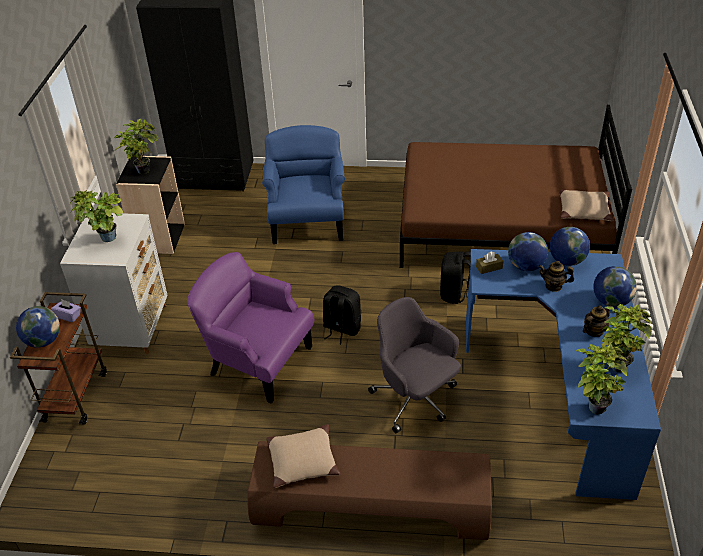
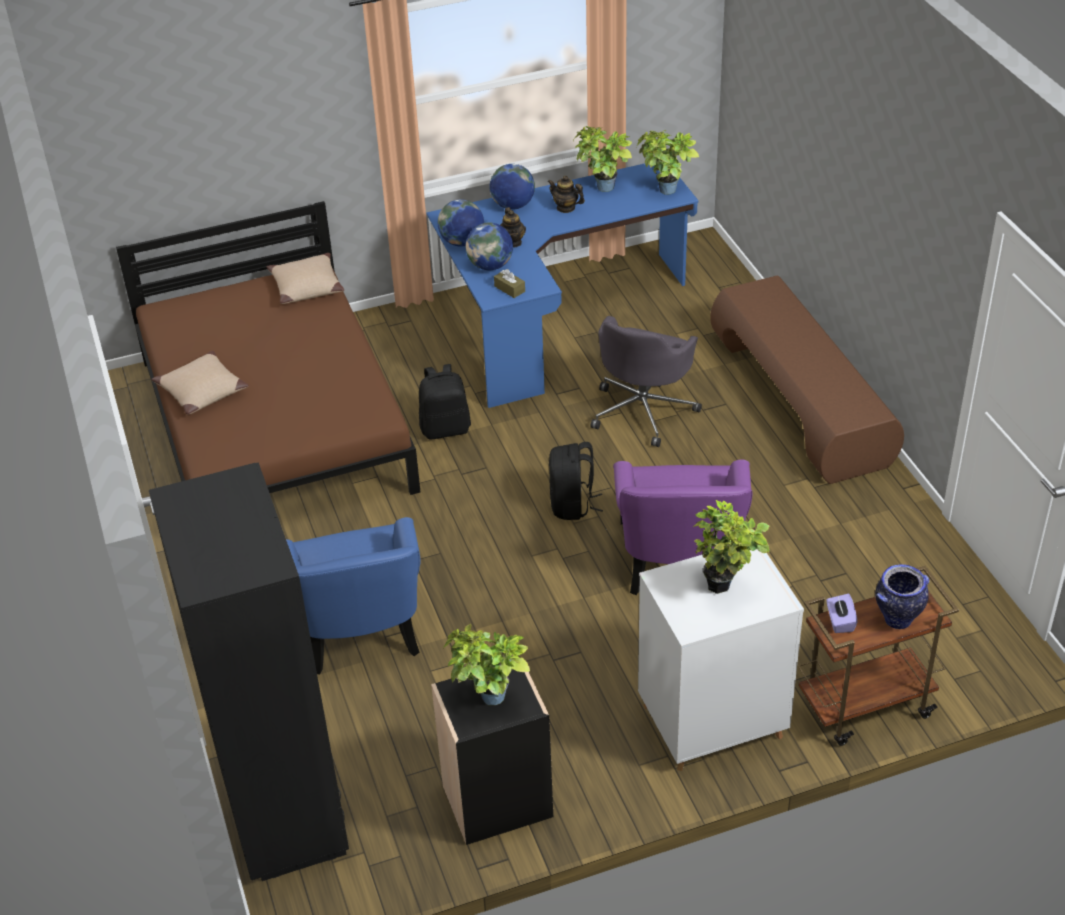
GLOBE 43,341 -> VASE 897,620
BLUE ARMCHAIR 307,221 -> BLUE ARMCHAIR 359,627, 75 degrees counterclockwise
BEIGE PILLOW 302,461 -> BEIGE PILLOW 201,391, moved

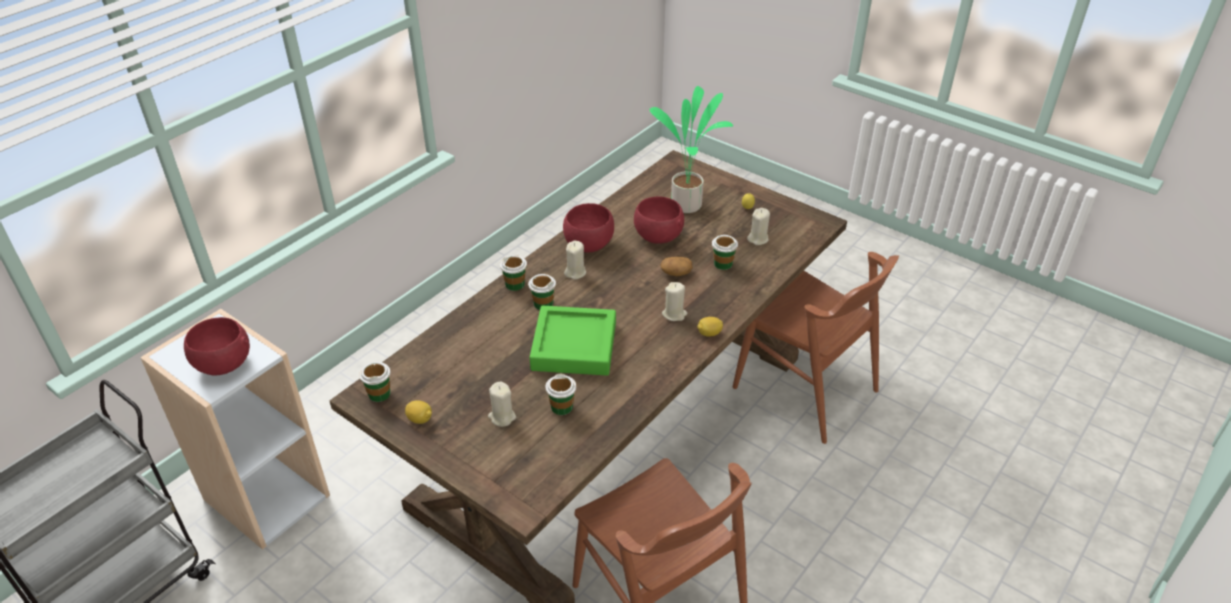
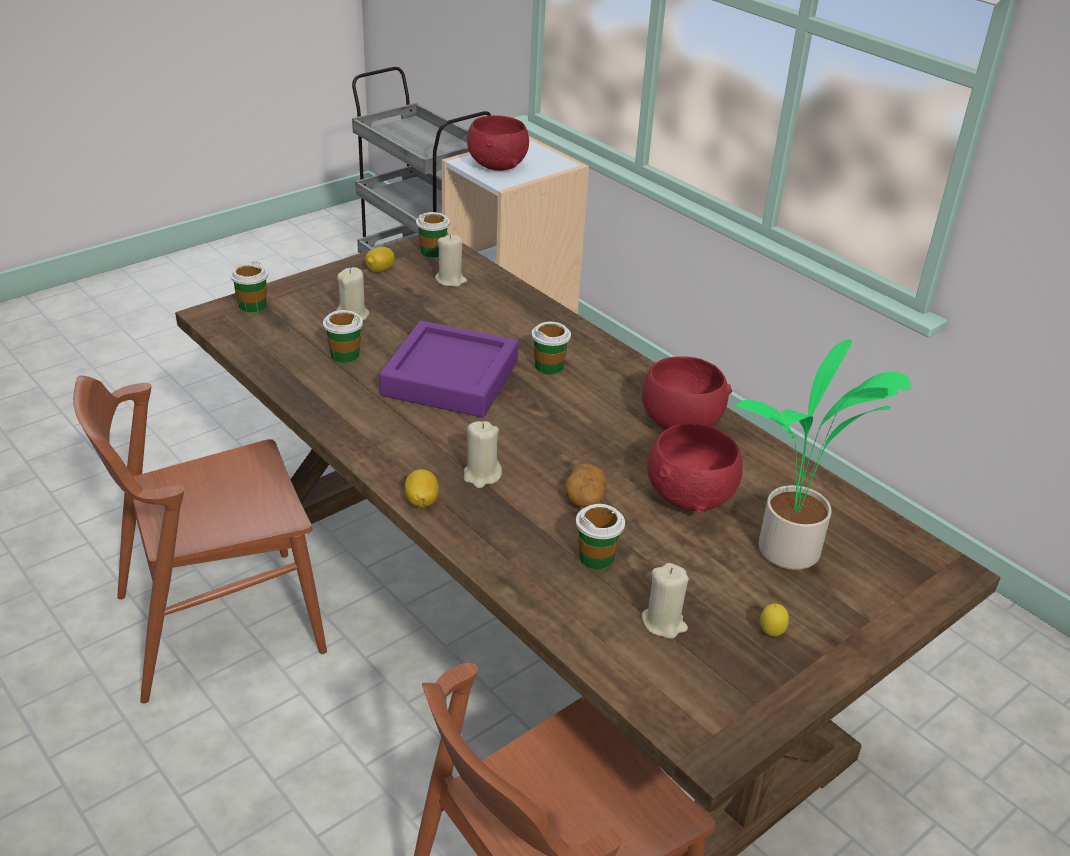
CUP 515,284 -> CUP 252,306, moved
GREEN TRAY 574,346 -> PURPLE TRAY 450,378
BEIGE CANDLE 575,272 -> BEIGE CANDLE 450,280, moved

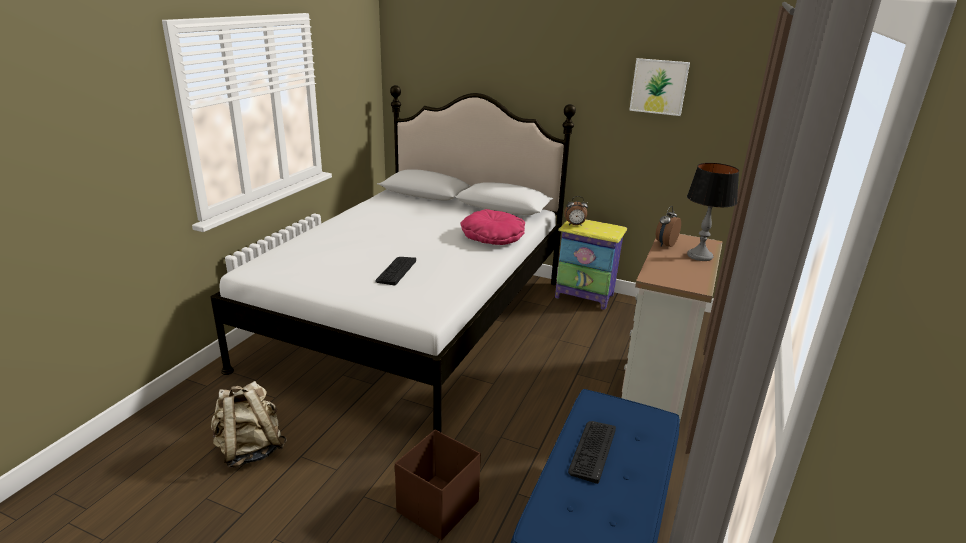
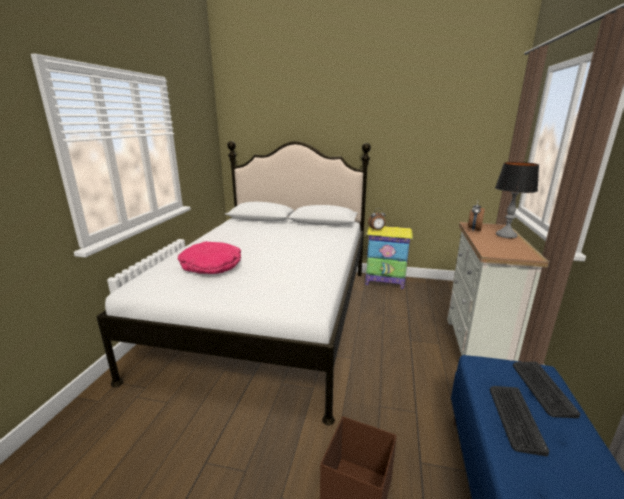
BEIGE BACKPACK 250,450 -> none
KEYBOARD 396,271 -> KEYBOARD 542,388, moved
PINK PILLOW 494,237 -> PINK PILLOW 212,266, moved
PICTURE 659,86 -> none

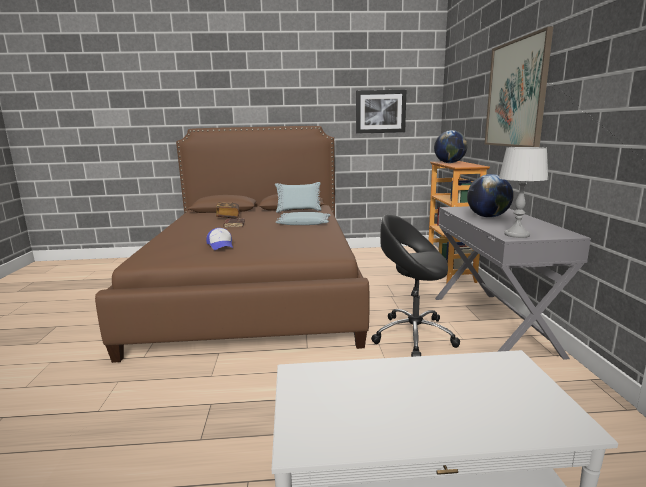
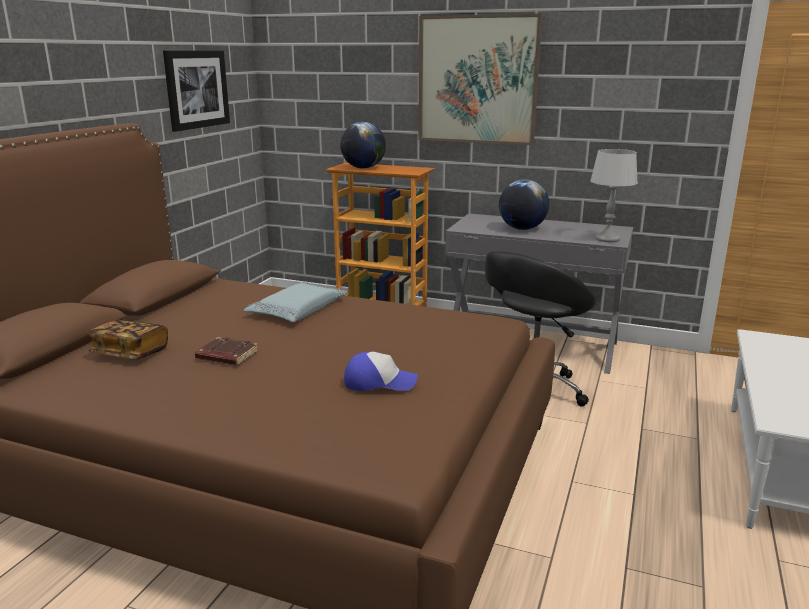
BLUE PILLOW 298,211 -> none

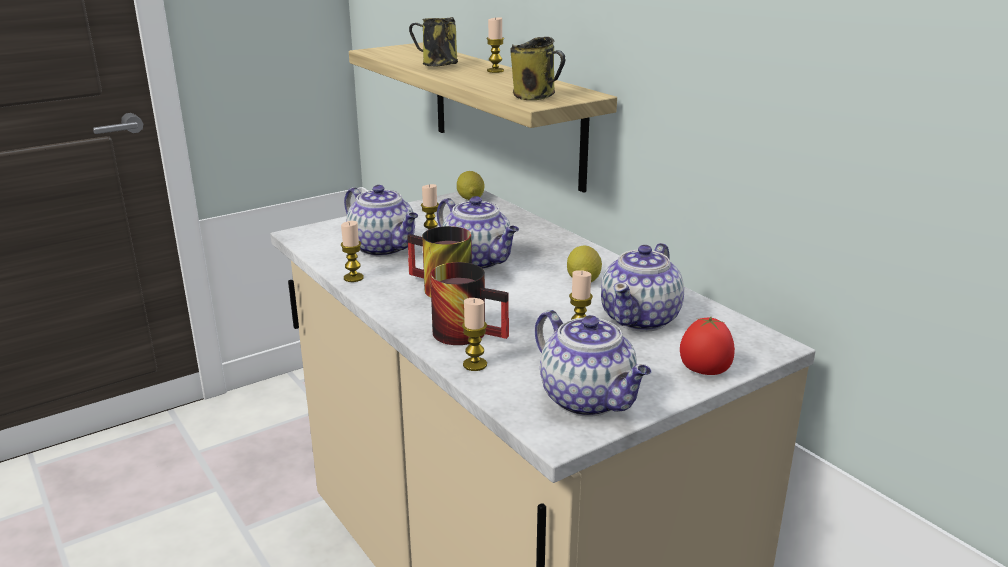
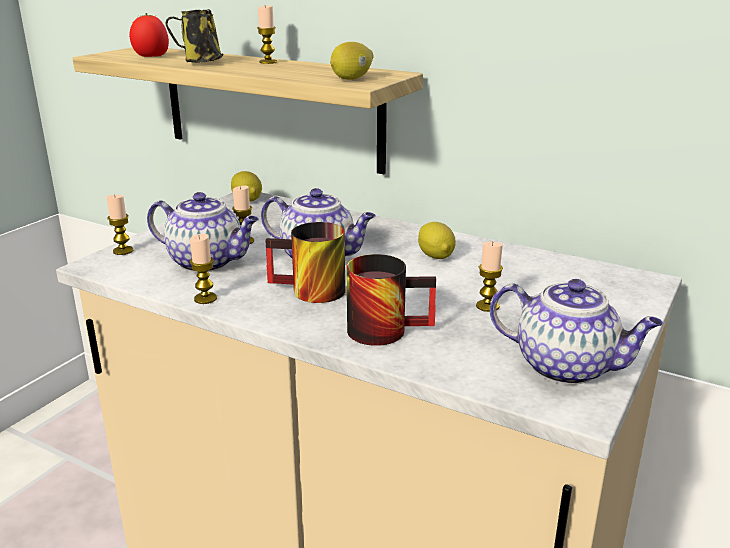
CANDLE 475,364 -> CANDLE 123,251, moved
MUG 536,97 -> LEMON 352,79
TEAPOT 641,319 -> none
TOMATO 704,372 -> TOMATO 151,57, moved

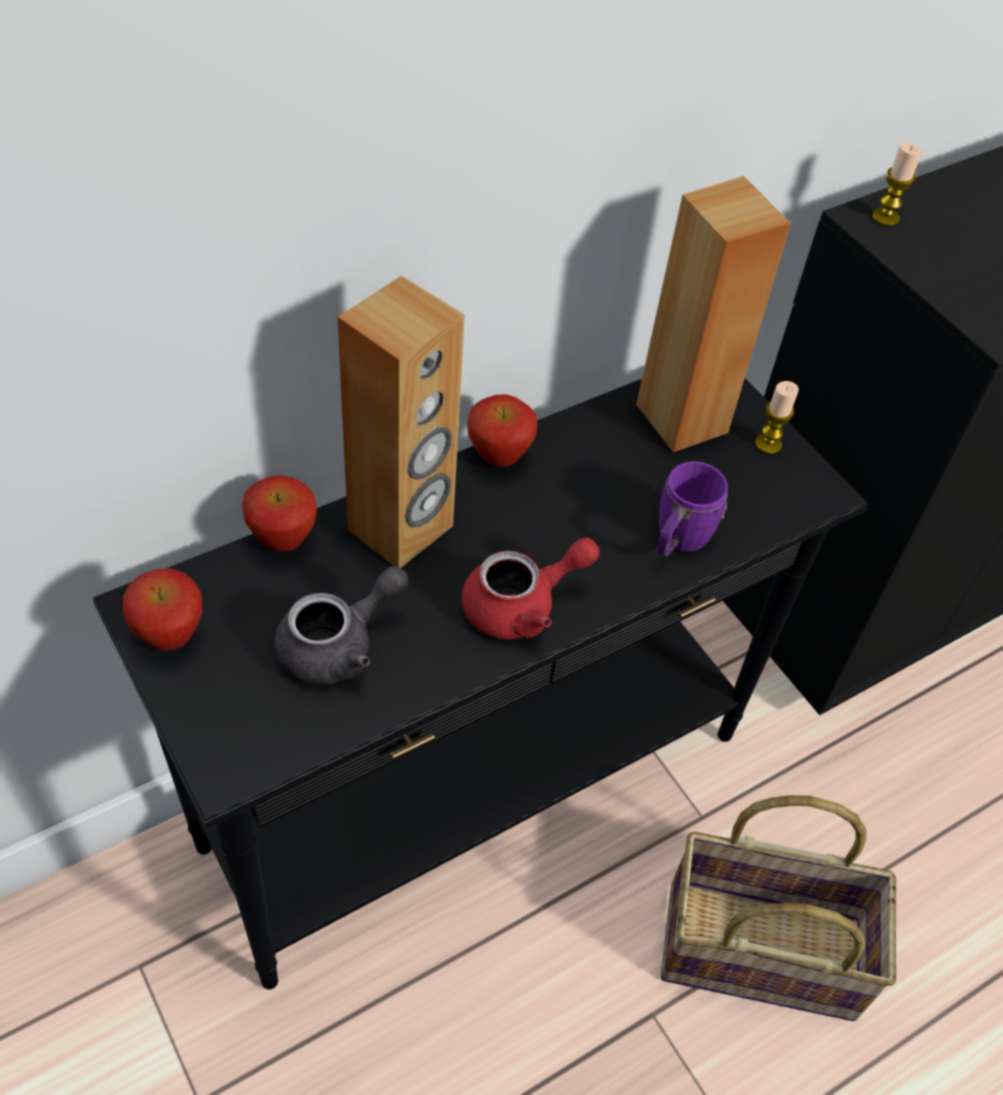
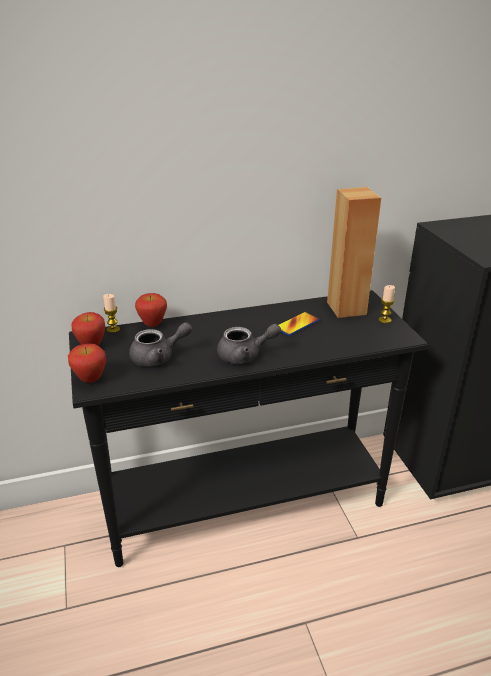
BROWN SPEAKER 401,528 -> none
RED TEAPOT 522,605 -> GREY TEAPOT 245,355
APPLE 499,458 -> APPLE 90,380, moved
PURPLE MUG 677,540 -> none
BASKET 762,947 -> none
CANDLE 885,217 -> CANDLE 113,329, moved
none -> PHONE 297,324

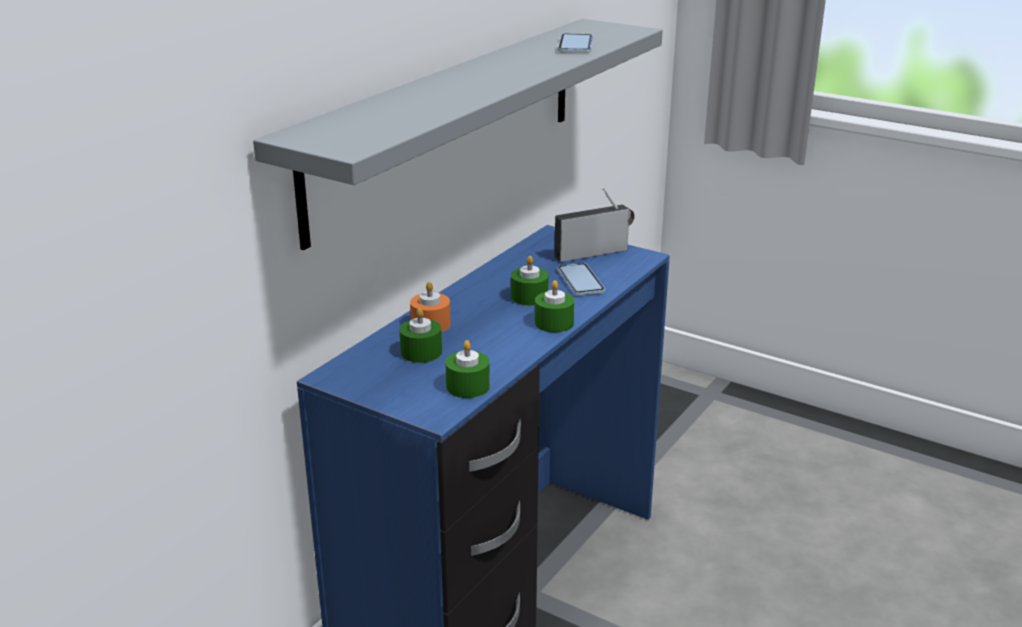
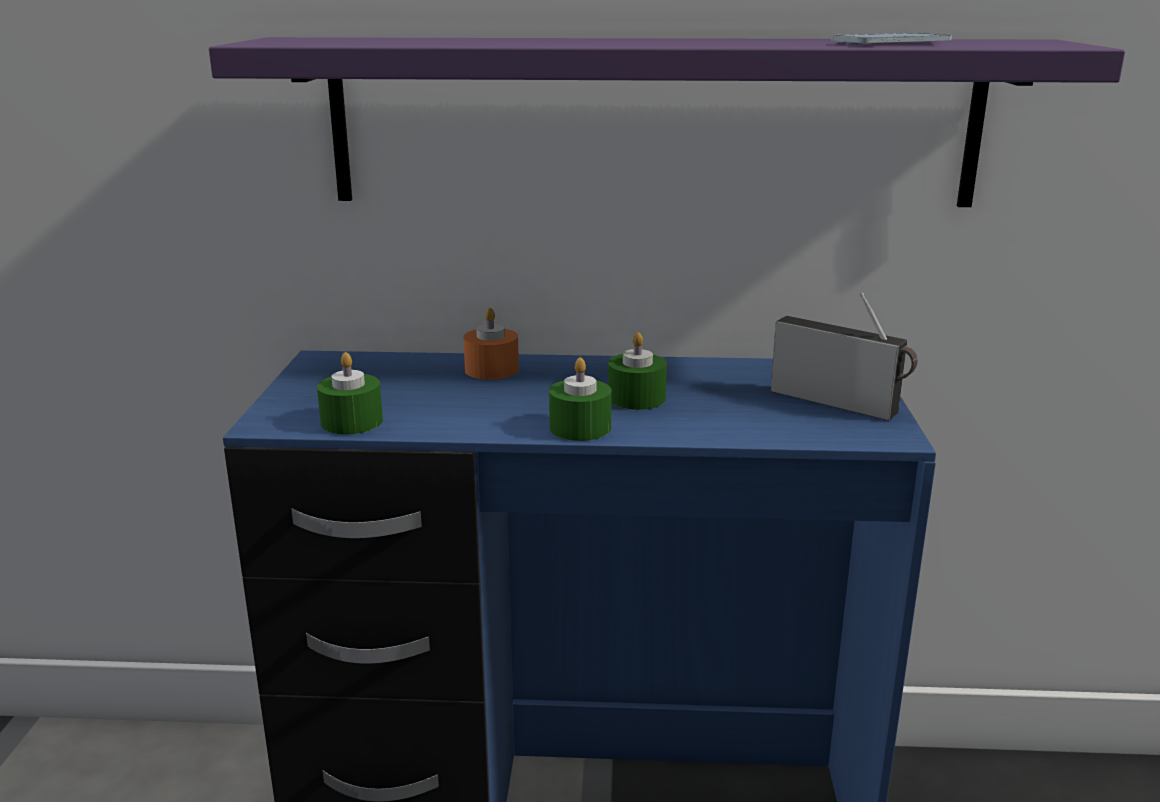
GREY SHELF 449,122 -> PURPLE SHELF 652,123
GREEN CANDLE 421,352 -> none
PHONE 580,281 -> none

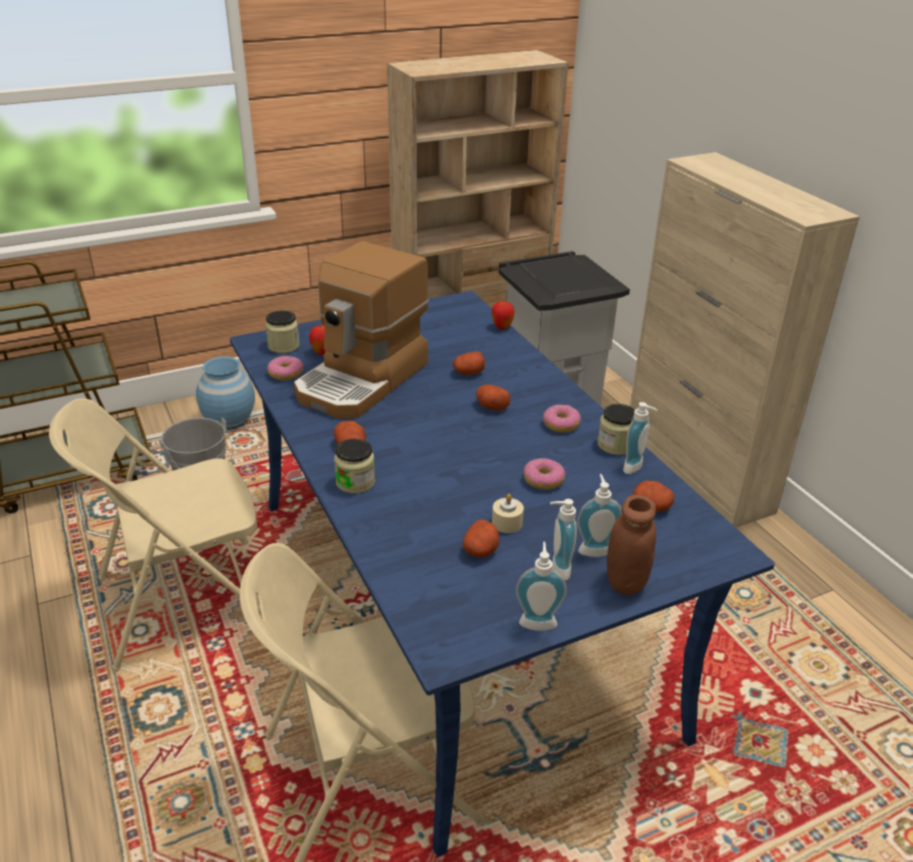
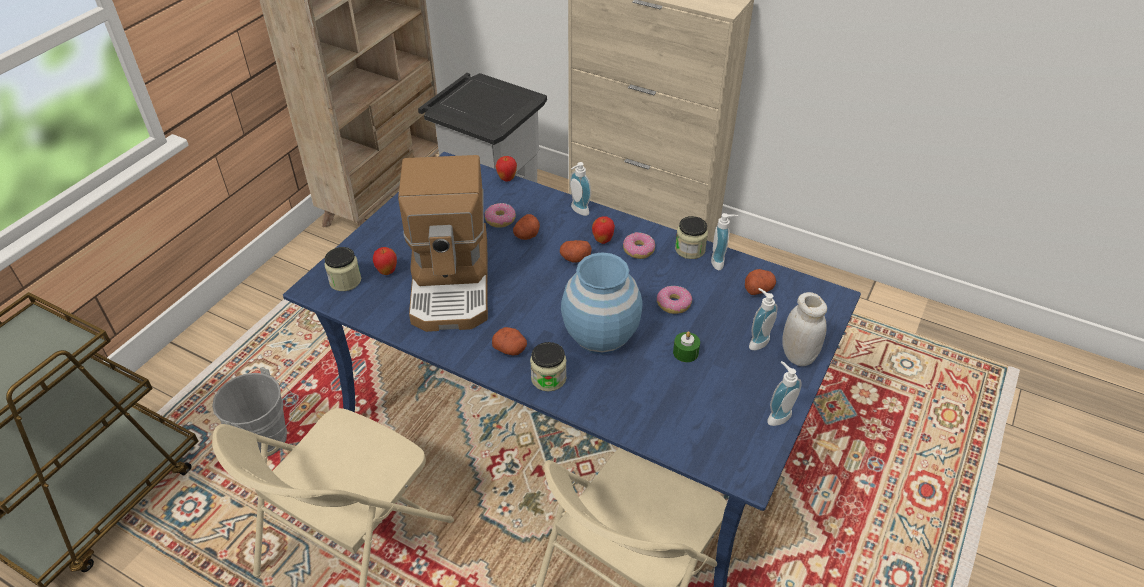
BLUE VASE 229,420 -> BLUE VASE 600,336, moved
DONUT 285,374 -> DONUT 500,220, moved
POTATO 481,550 -> none
BEIGE CANDLE 507,523 -> GREEN CANDLE 685,352
SOAP DISPENSER 557,569 -> SOAP DISPENSER 578,211, moved
BROWN JAR 626,582 -> WHITE JAR 798,356
none -> APPLE 603,241

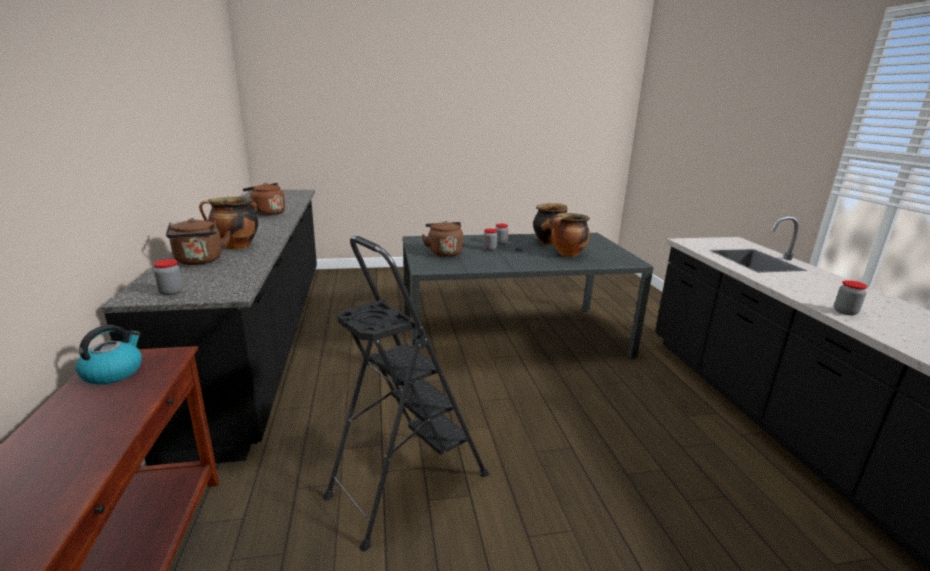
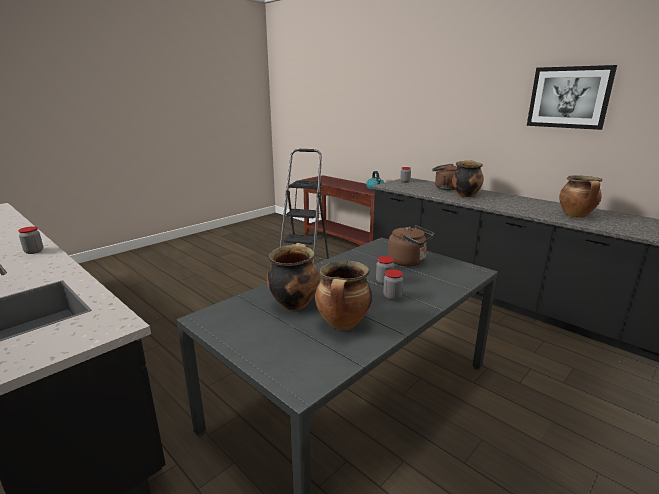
BROWN KETTLE 267,213 -> COOKING POT 576,215
none -> PICTURE 569,97

